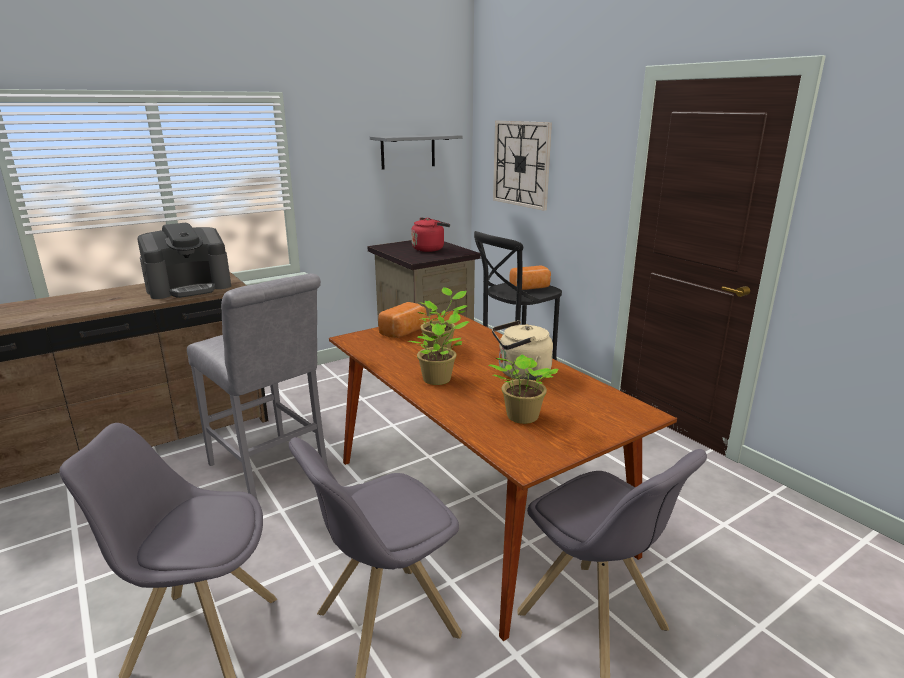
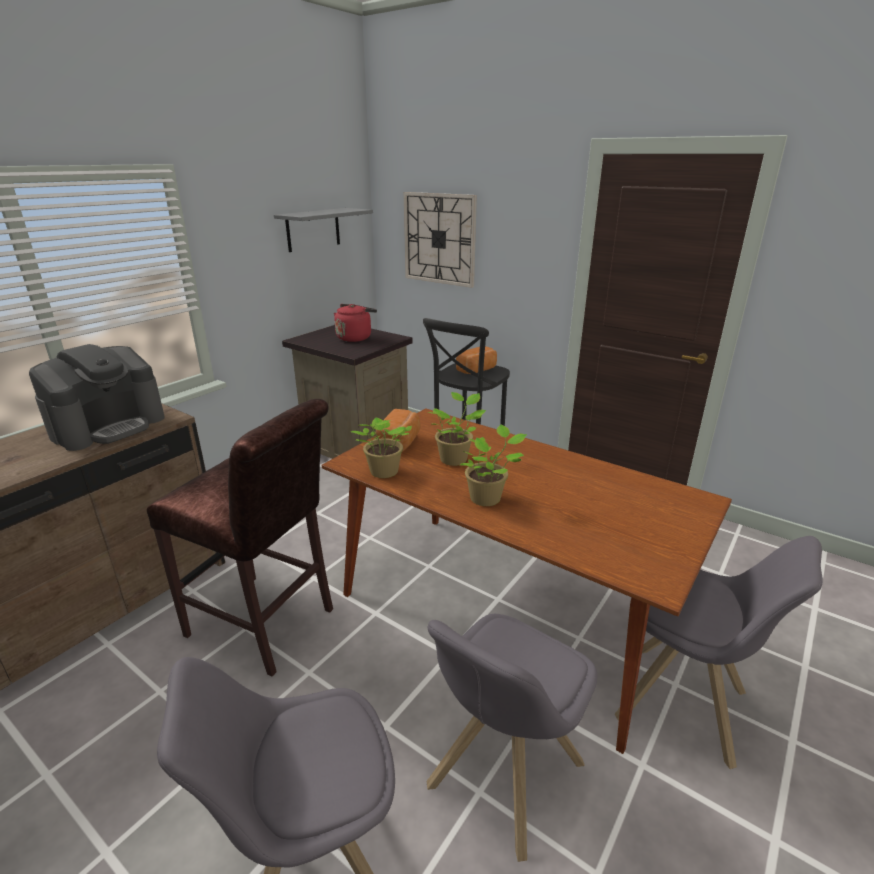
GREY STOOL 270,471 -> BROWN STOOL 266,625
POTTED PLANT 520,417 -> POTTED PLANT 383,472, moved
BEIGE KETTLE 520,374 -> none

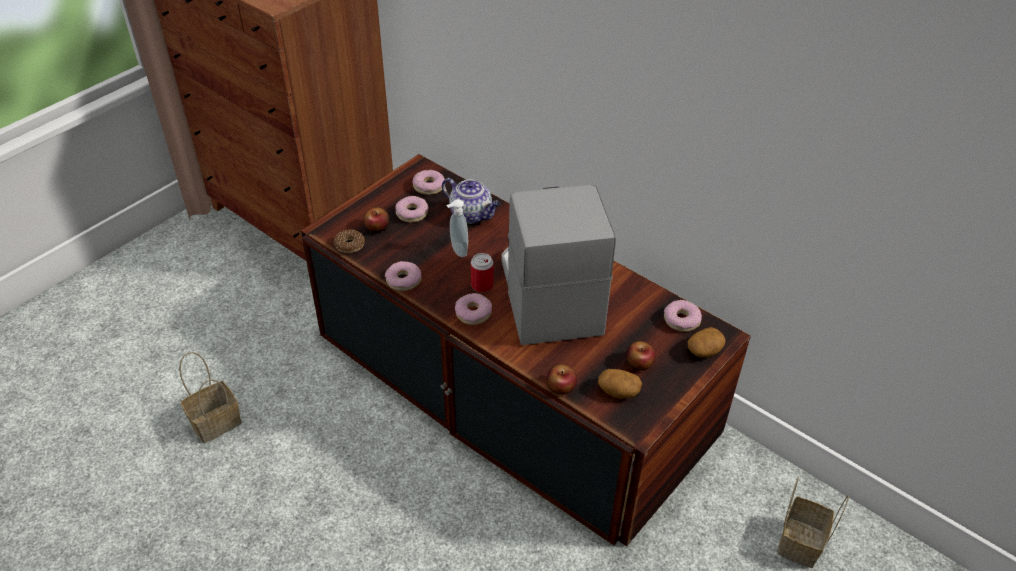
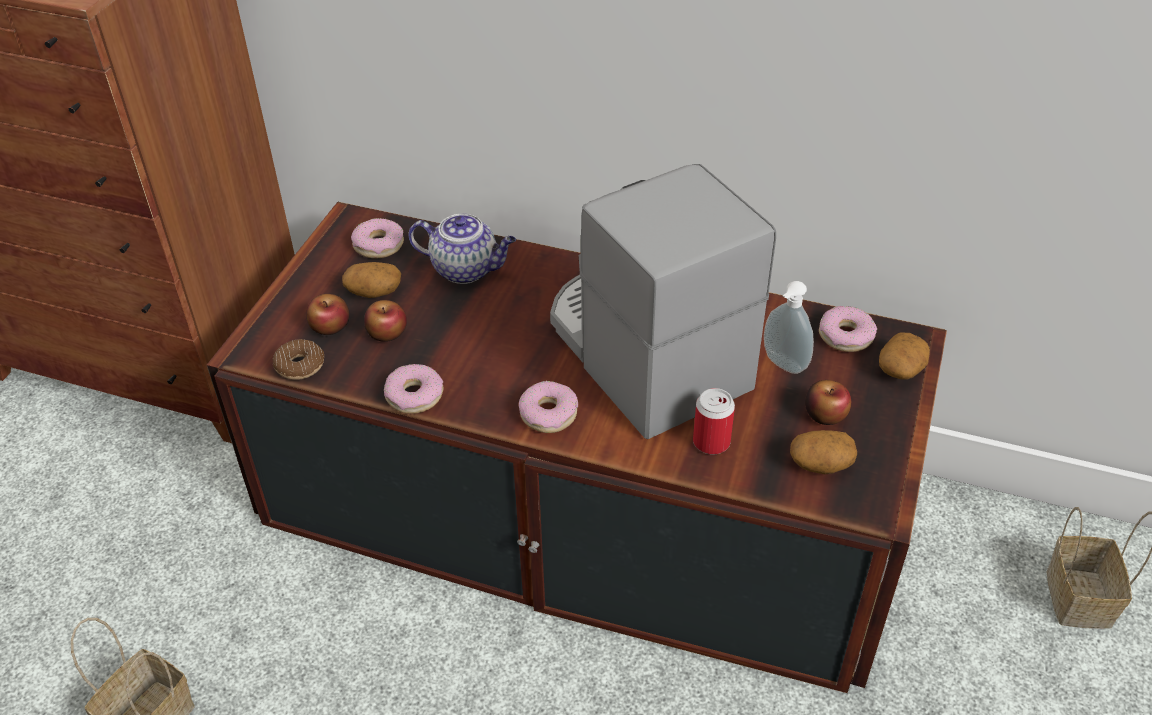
DONUT 411,213 -> POTATO 373,291
SOAP DISPENSER 457,251 -> SOAP DISPENSER 782,365, moved
CAN 482,285 -> CAN 711,442, moved
APPLE 561,387 -> APPLE 387,332, moved

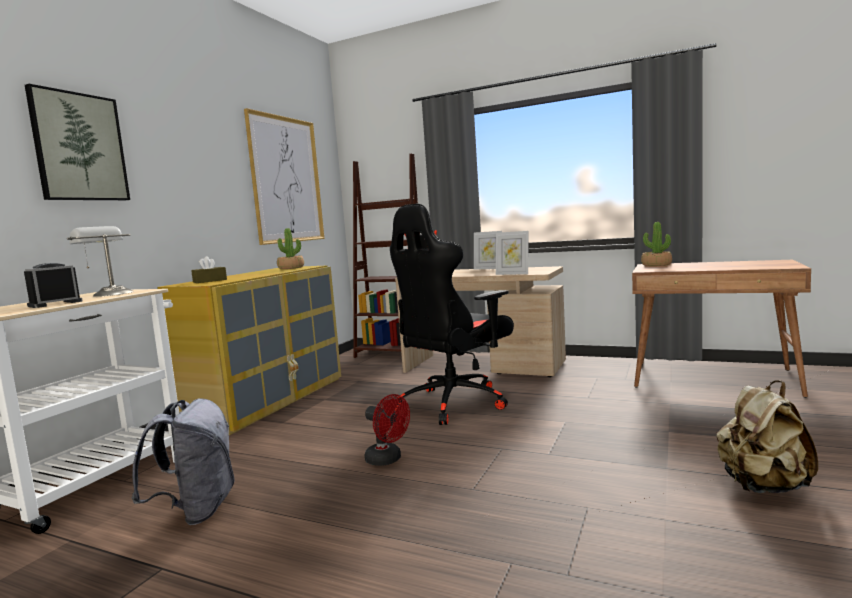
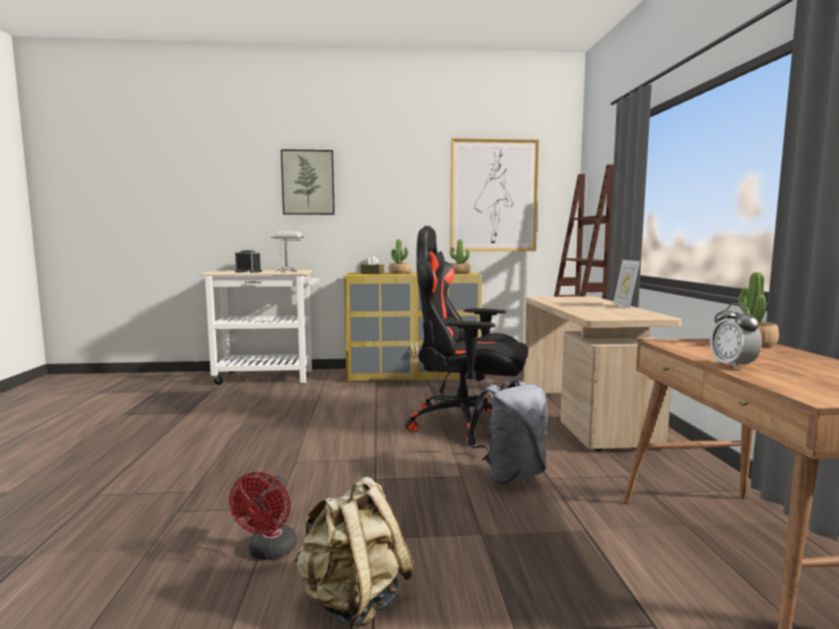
GREY BACKPACK 196,511 -> GREY BACKPACK 510,475, moved
RED FAN 388,460 -> RED FAN 269,552, moved
PICTURE FRAME 512,274 -> none
none -> POTTED PLANT 399,273
none -> ALARM CLOCK 732,366

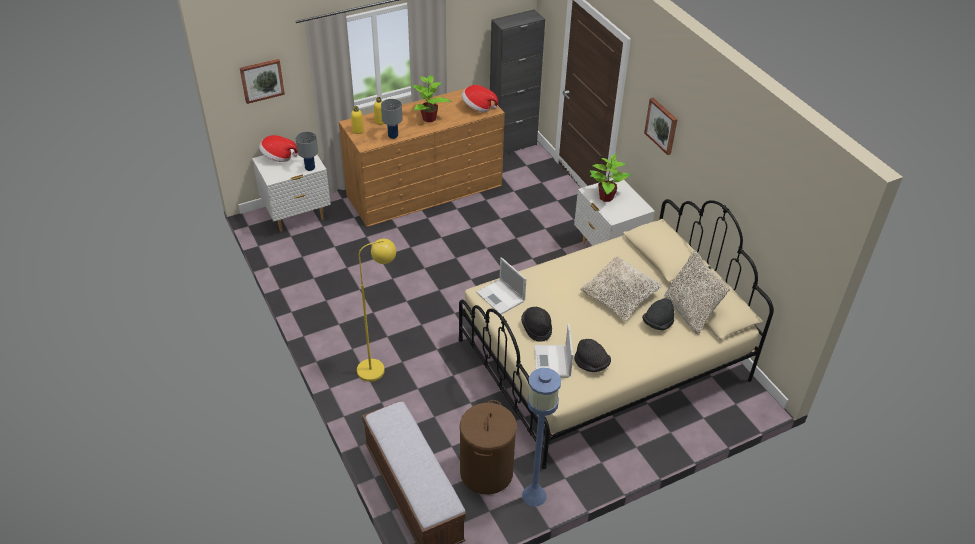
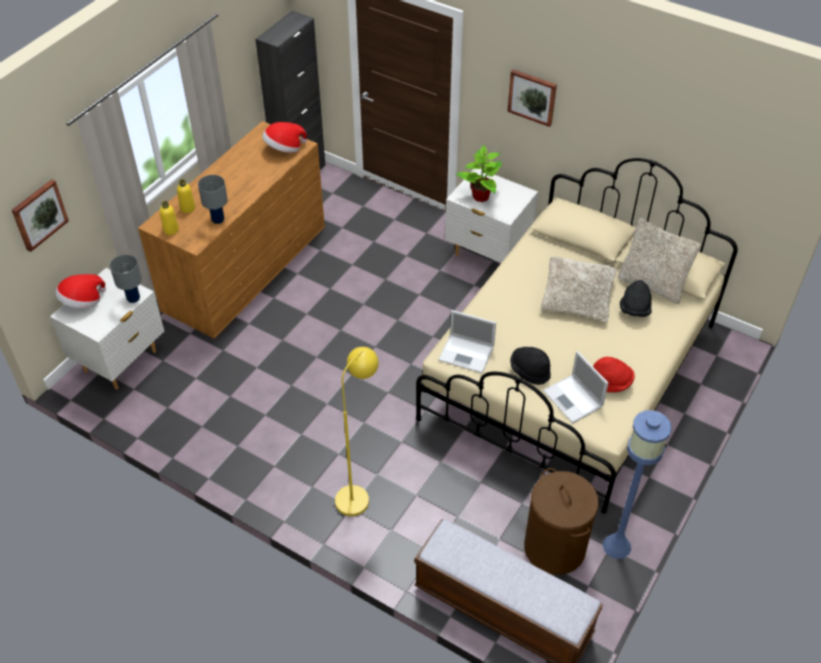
POTTED PLANT 429,118 -> none
BLACK HAT 591,364 -> RED HAT 610,382

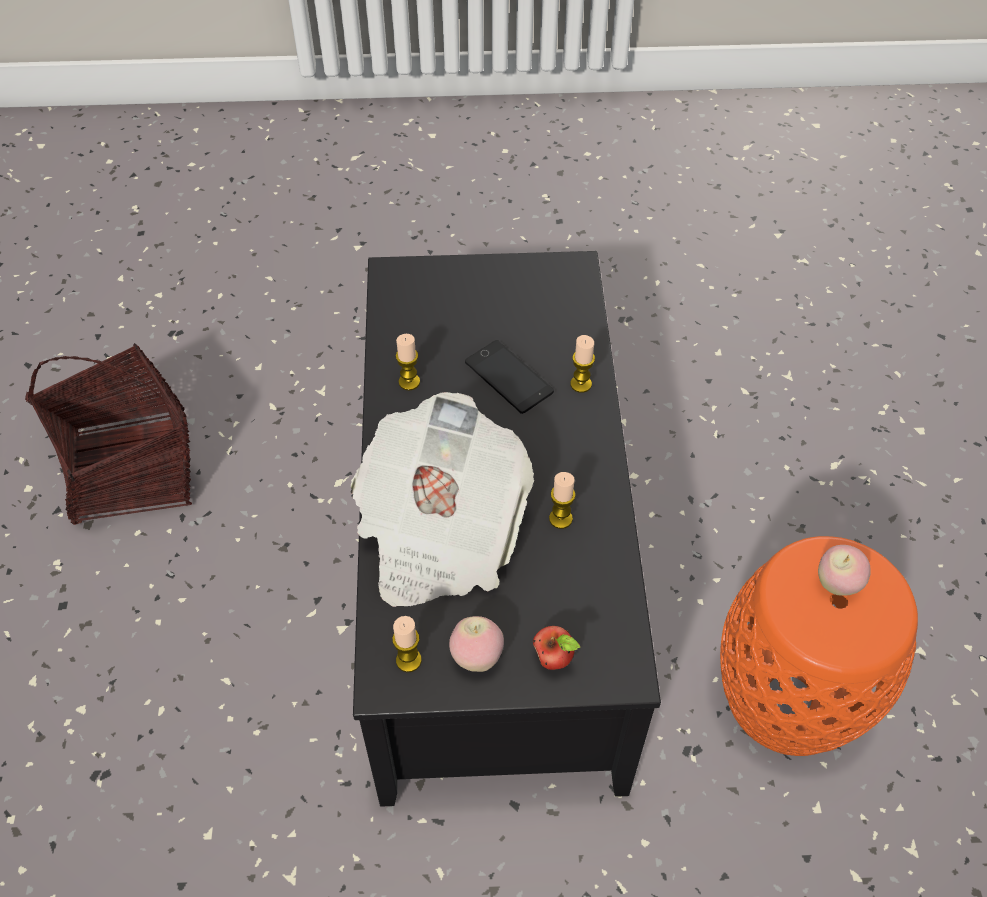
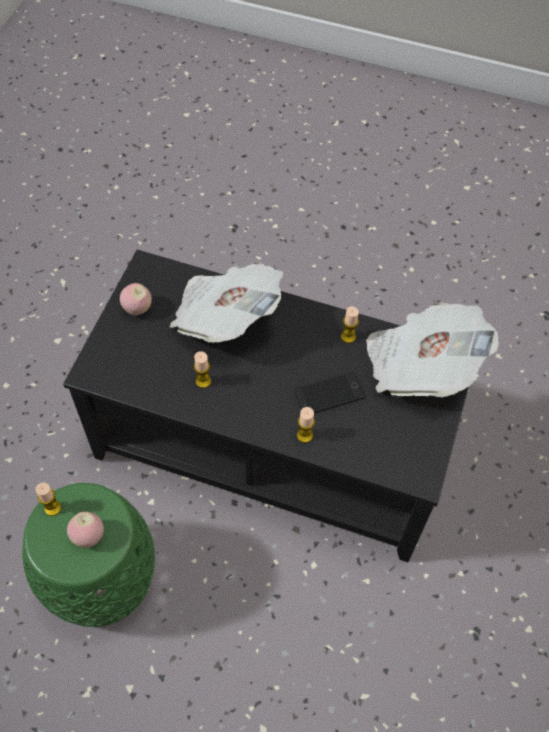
BASKET 131,469 -> none
CANDLE 408,660 -> CANDLE 52,508, moved
APPLE 555,659 -> none
ORANGE STOOL 788,696 -> GREEN STOOL 103,581
none -> NEWSPAPER 421,366

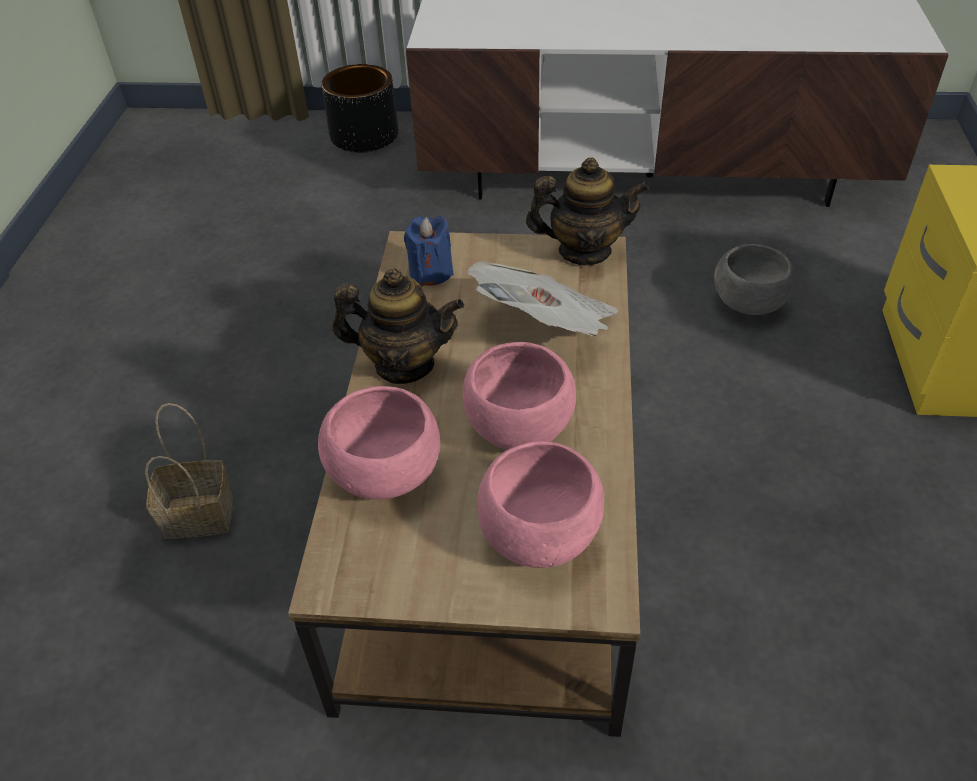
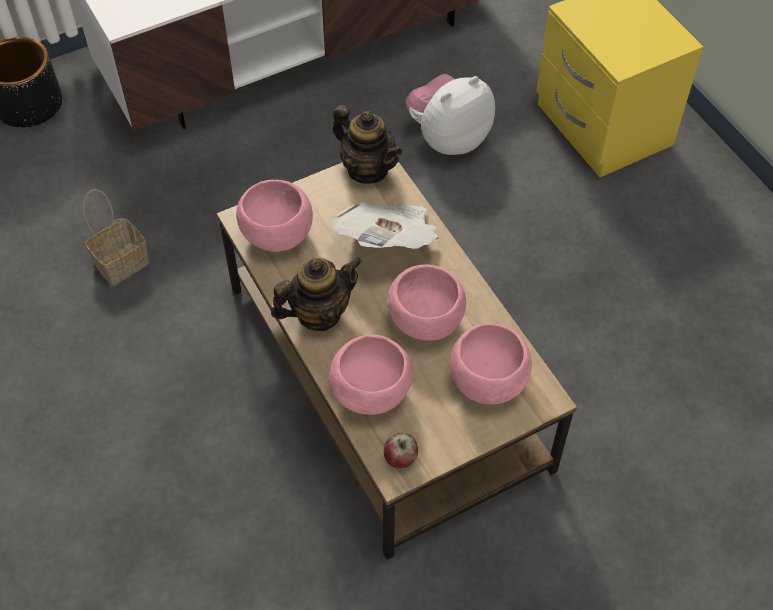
BASKET 201,514 -> BASKET 122,261, moved
BLUE CANDLE 431,272 -> PINK BOWL 277,234
TEAPOT 584,251 -> TEAPOT 367,169, 75 degrees clockwise
GREY BOWL 747,304 -> PLUSH TOY 448,138
none -> APPLE 400,458

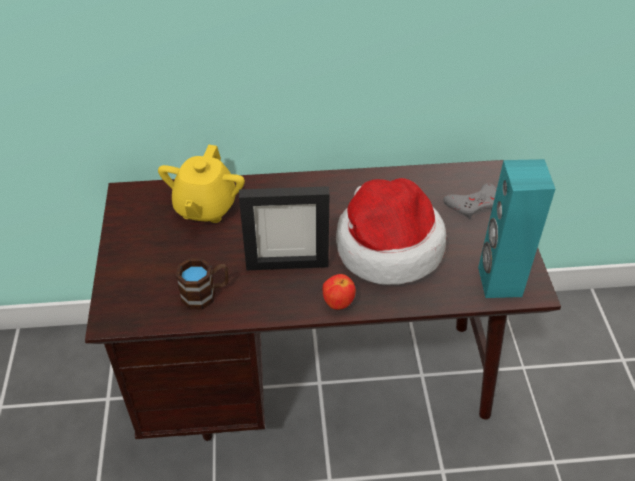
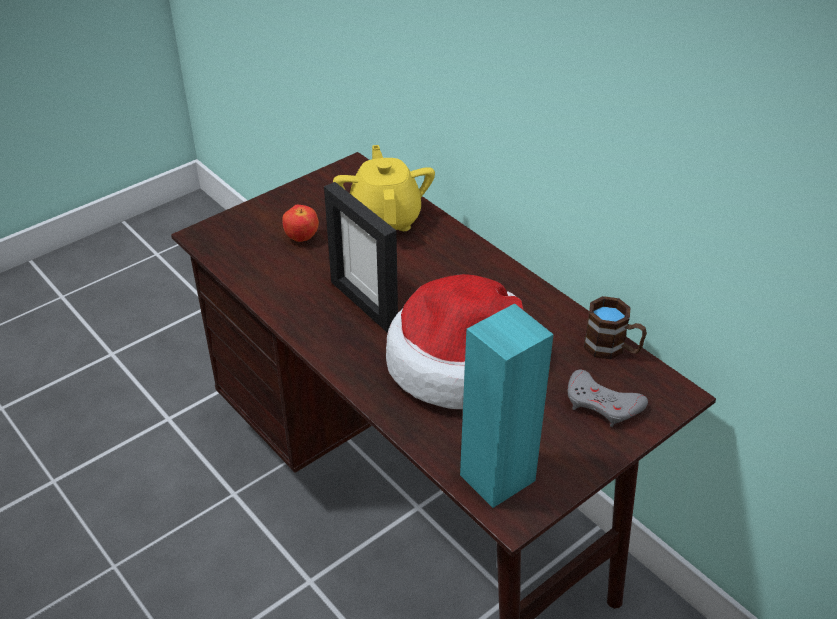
YELLOW TEAPOT 205,207 -> YELLOW TEAPOT 385,218, 105 degrees clockwise
BROWN MUG 205,294 -> BROWN MUG 612,348, moved
APPLE 338,303 -> APPLE 302,238, moved

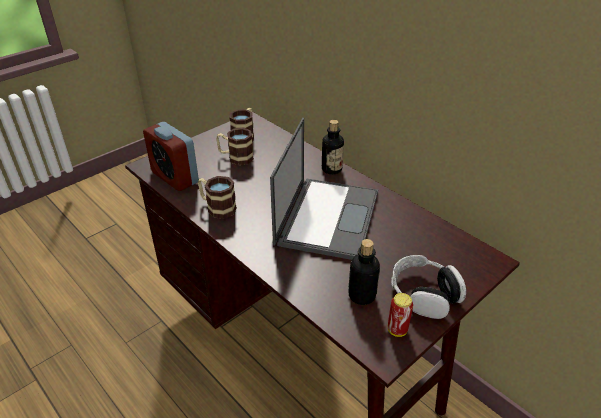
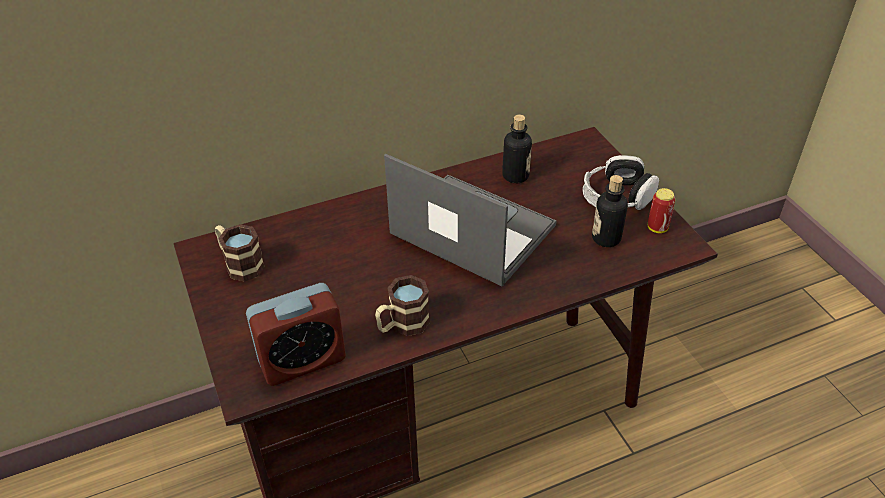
MUG 236,157 -> none
BOTTLE 331,169 -> BOTTLE 515,176, moved

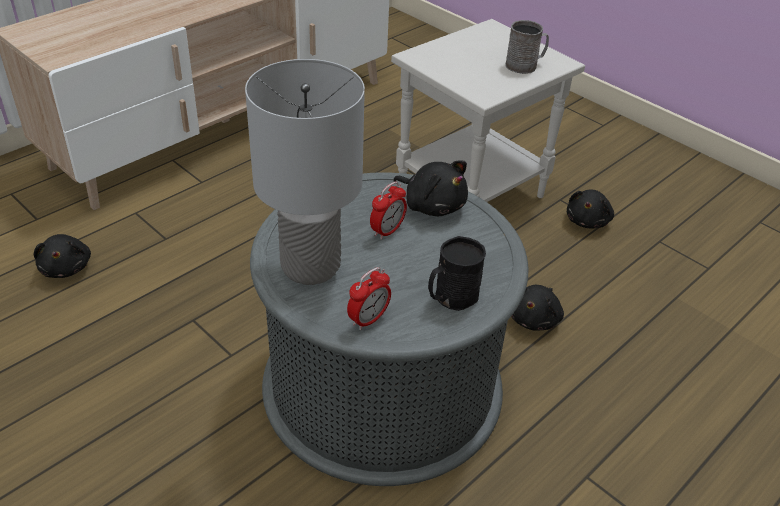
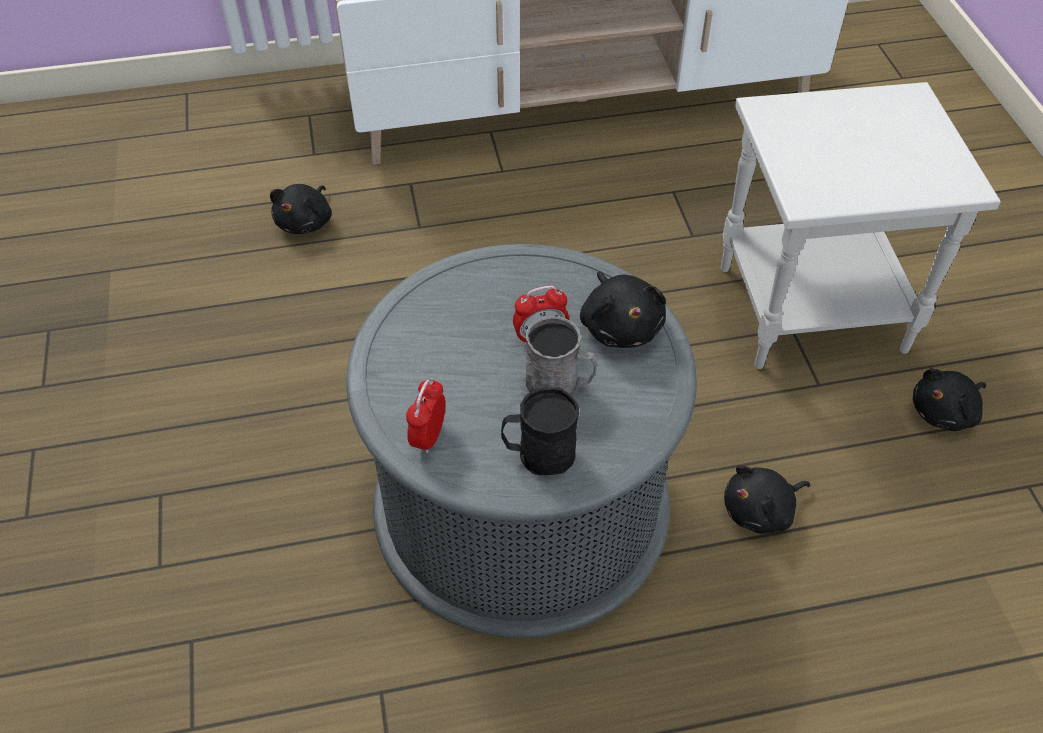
GREY TABLE LAMP 311,271 -> none
ALARM CLOCK 368,319 -> ALARM CLOCK 428,437, 120 degrees clockwise
GREY MUG 525,65 -> GREY MUG 559,384, moved

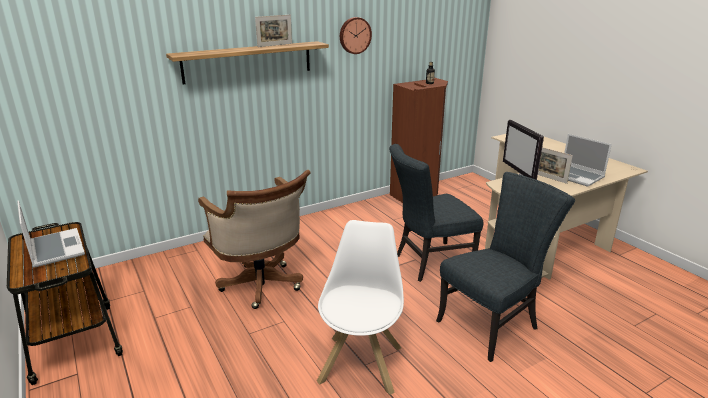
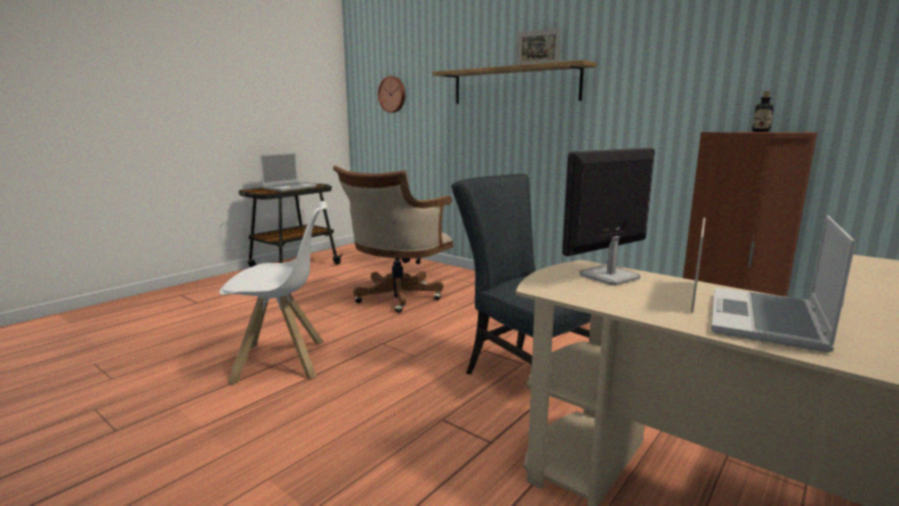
WALL CLOCK 354,35 -> WALL CLOCK 392,94, moved
GREY CHAIR 492,323 -> none

